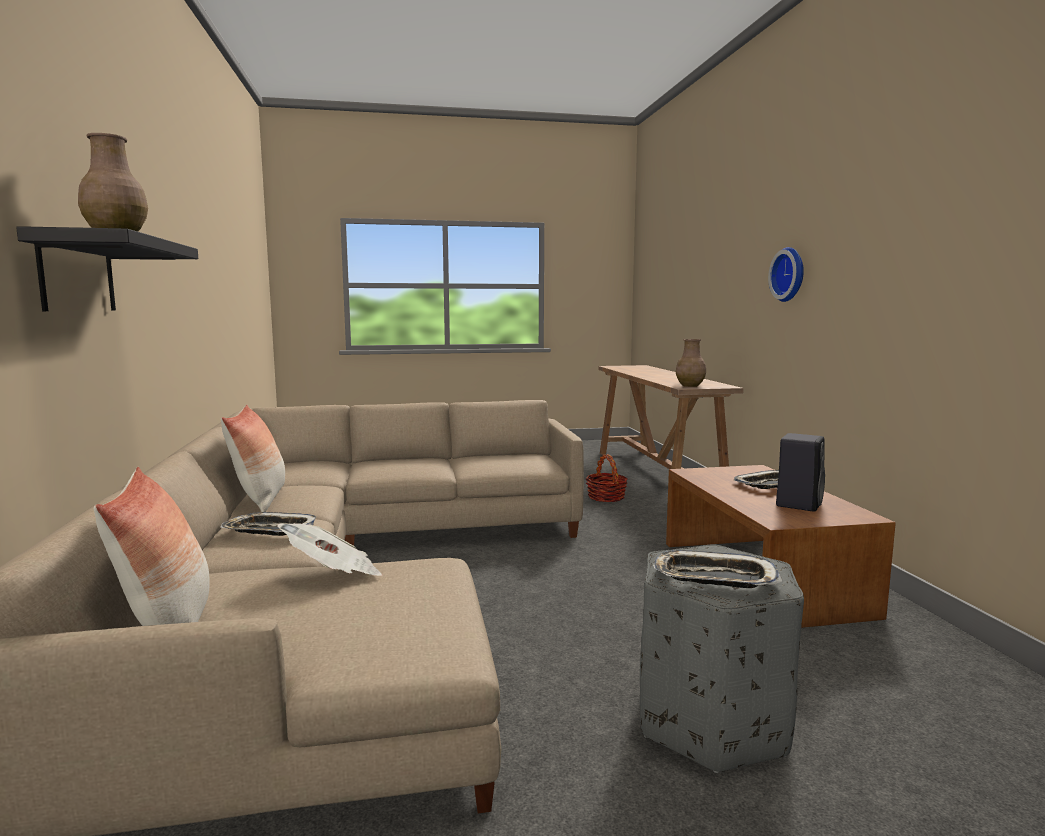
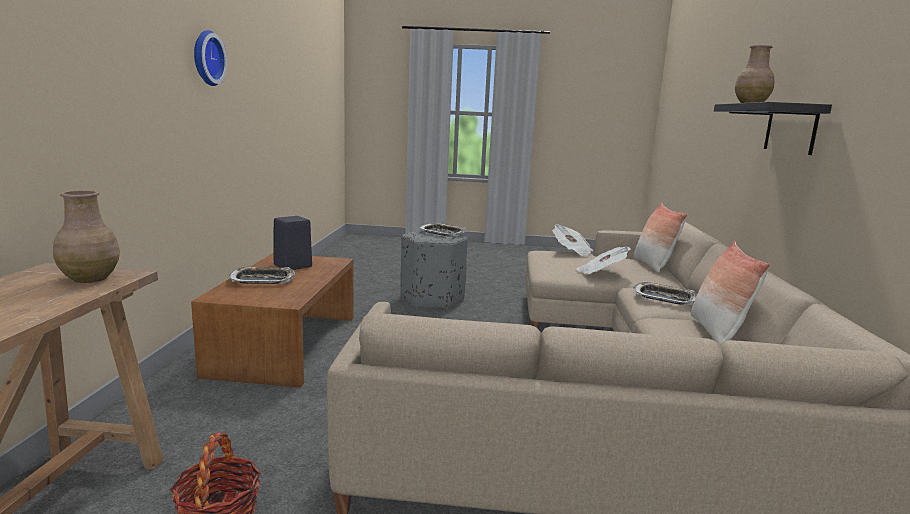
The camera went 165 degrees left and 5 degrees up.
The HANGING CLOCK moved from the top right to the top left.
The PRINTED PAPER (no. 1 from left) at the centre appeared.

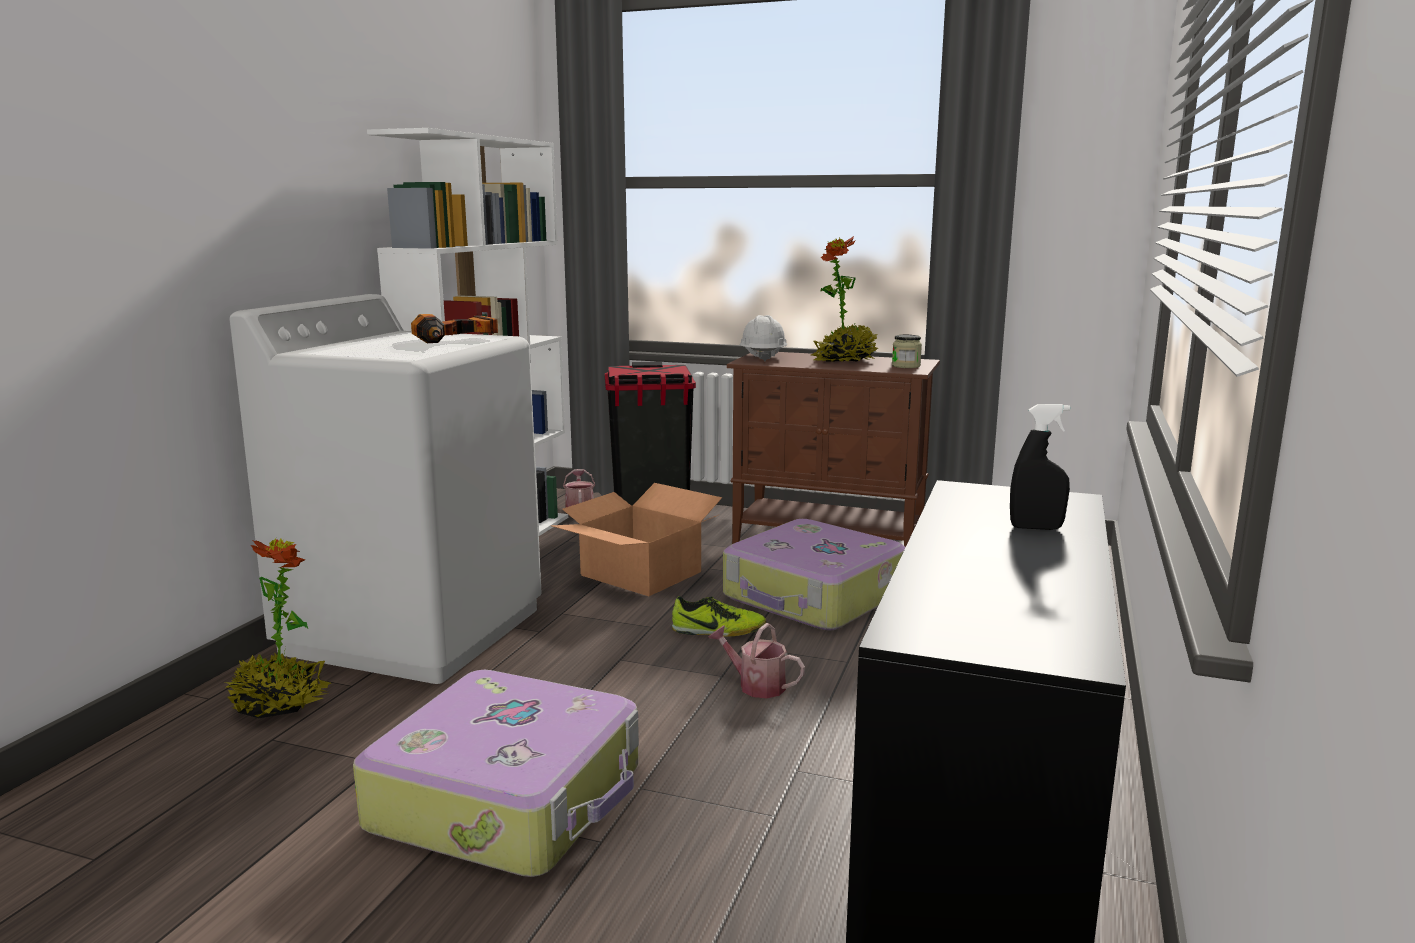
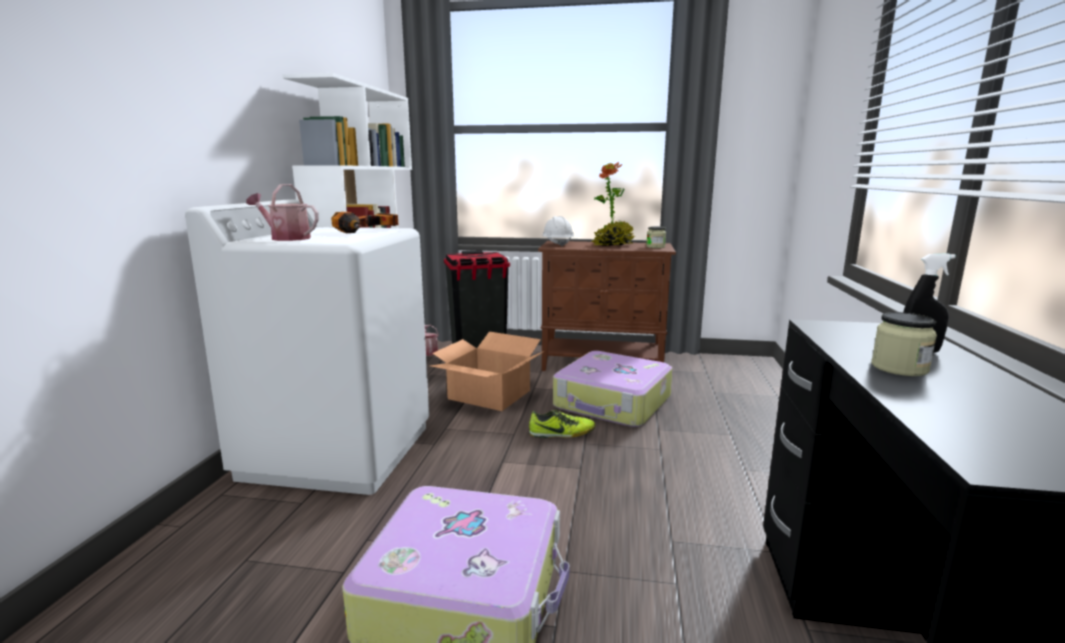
The camera went 10 degrees left and 0 degrees up.
The WATERING POT (no. 2 from left in the first image) moved from the bottom centre to the top left.
The JAR (no. 2 from left) at the middle right appeared.
The HOUSEPLANT (no. 1 from left) at the middle left disappeared.

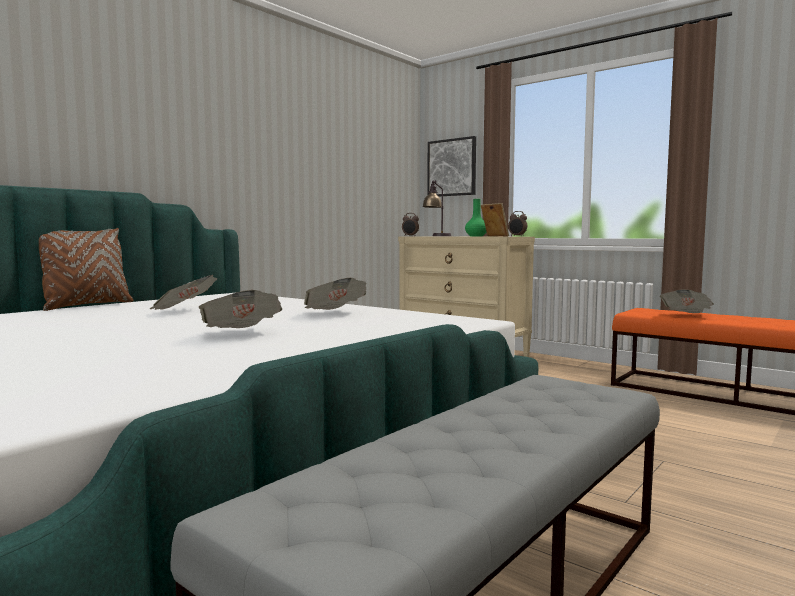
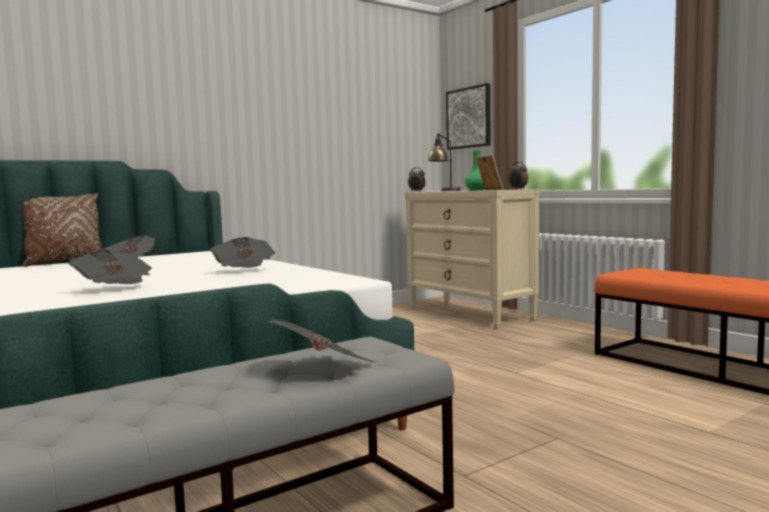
The camera went 15 degrees right and 0 degrees up.
The PRINTED PAPER (no. 4 from left) moved from the middle right to the centre.

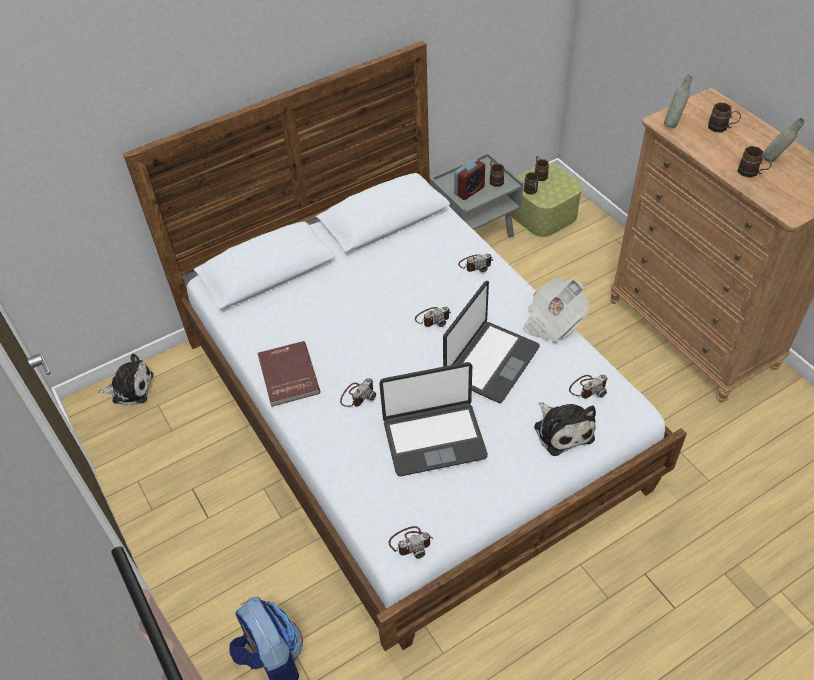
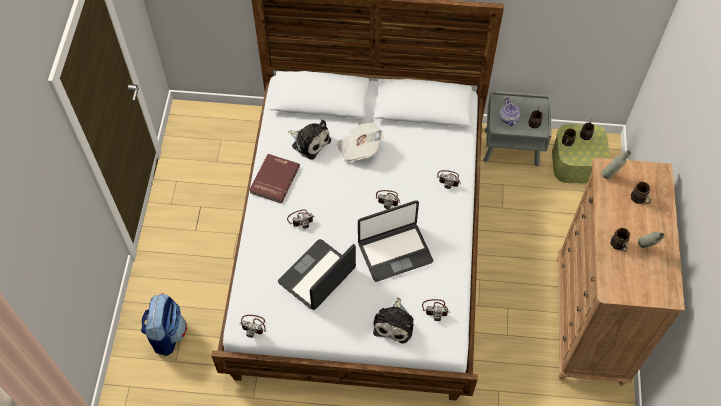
The camera went 35 degrees right and 10 degrees up.
The PORTABLE COMPUTER (no. 1 from left) at the centre turned 105 degrees clockwise.
The CUDDLY TOY (no. 1 from left) moved from the middle left to the centre.
The PRINTED PAPER moved from the middle right to the centre.
The ALARM CLOCK at the top centre was replaced by the POT FOR TEA at the top right.

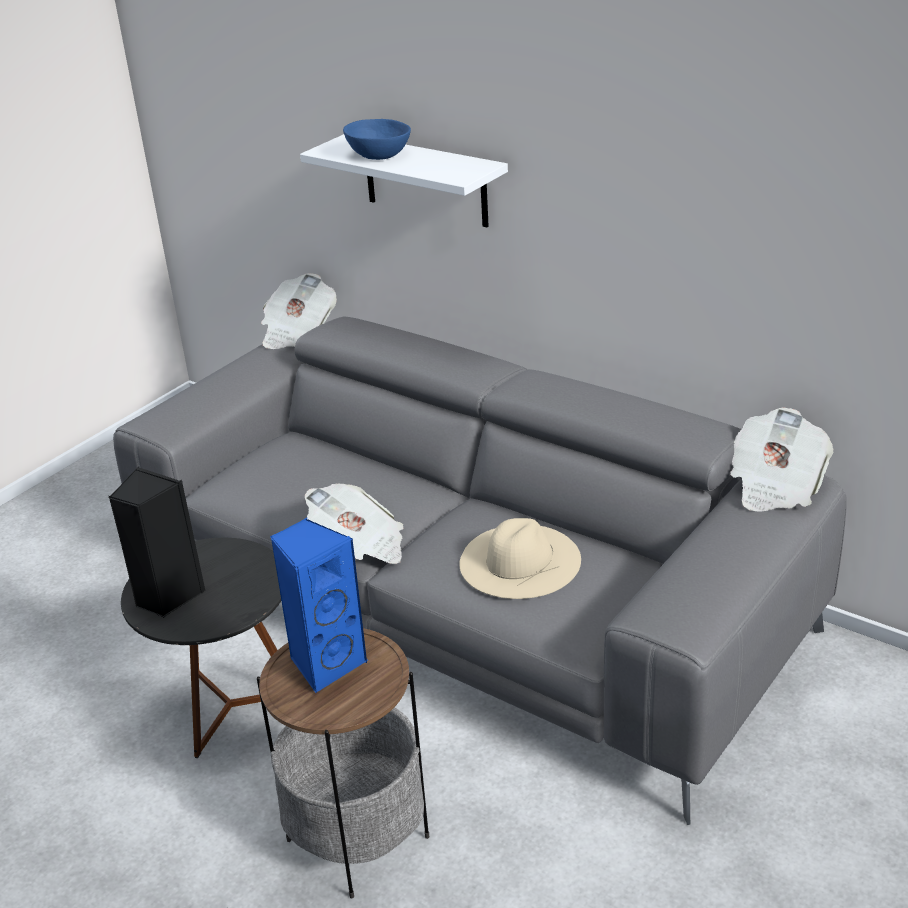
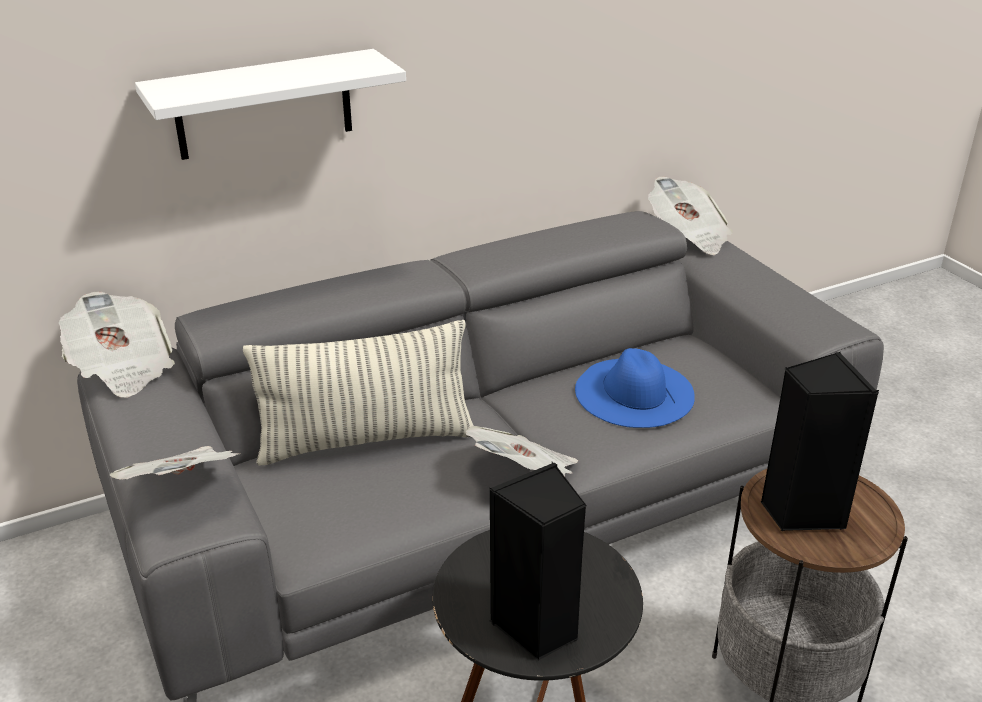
The camera went 65 degrees left and 0 degrees up.
The PRINTED PAPER (no. 2 from left) at the middle left appeared.
The THROW PILLOW at the centre appeared.
The BEIGE-COLOURED WEARABLE HAT at the centre became the BLUISH WEARABLE HAT at the centre.
The BLUISH LOUDSPEAKER at the centre became the BLACK LOUDSPEAKER (no. 2 from left) at the middle right.
The BLUISH SERVING BOWL at the top centre disappeared.

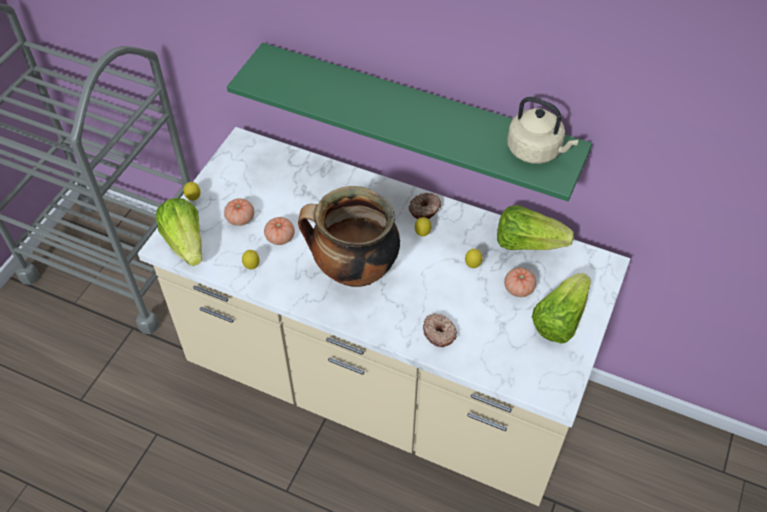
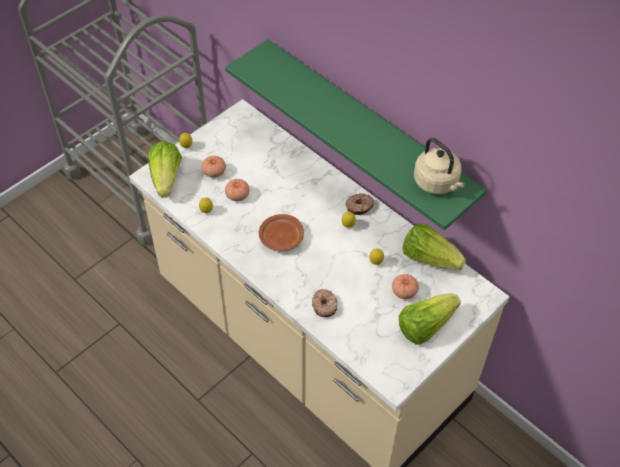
The camera went 20 degrees right and 0 degrees up.
The COOKING POT at the centre was replaced by the BROWNISH PLATE at the centre.

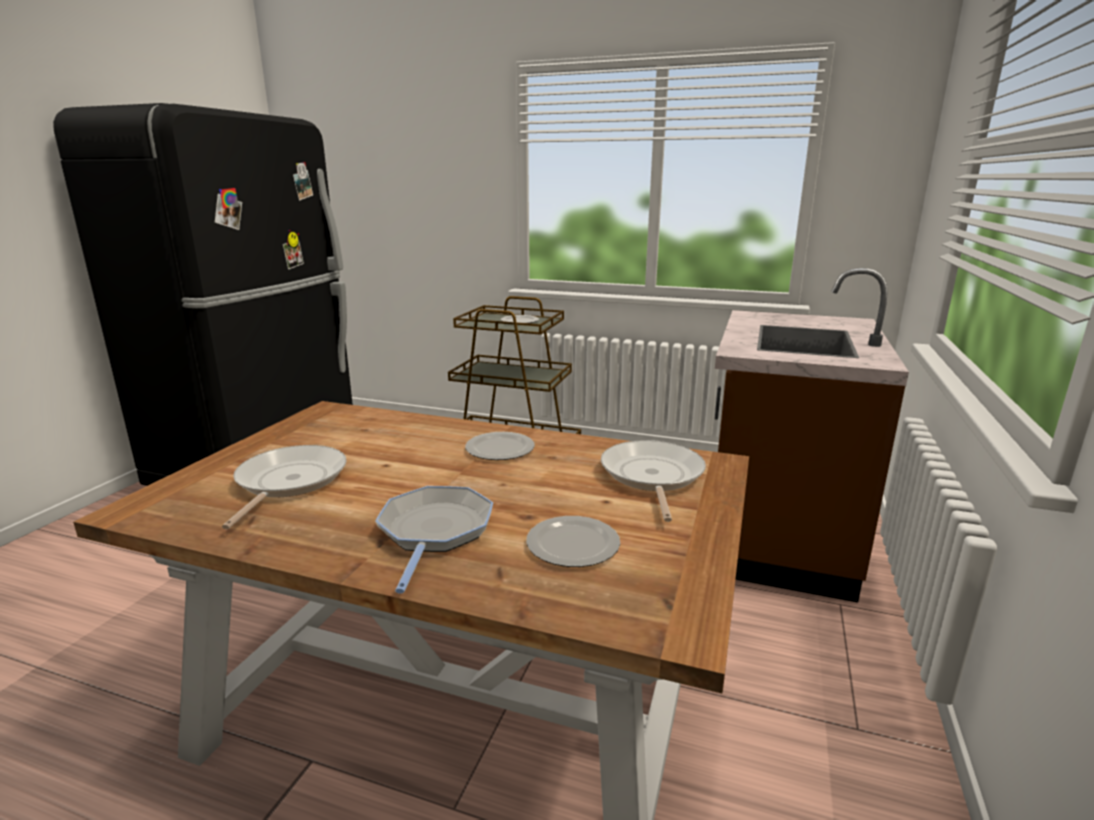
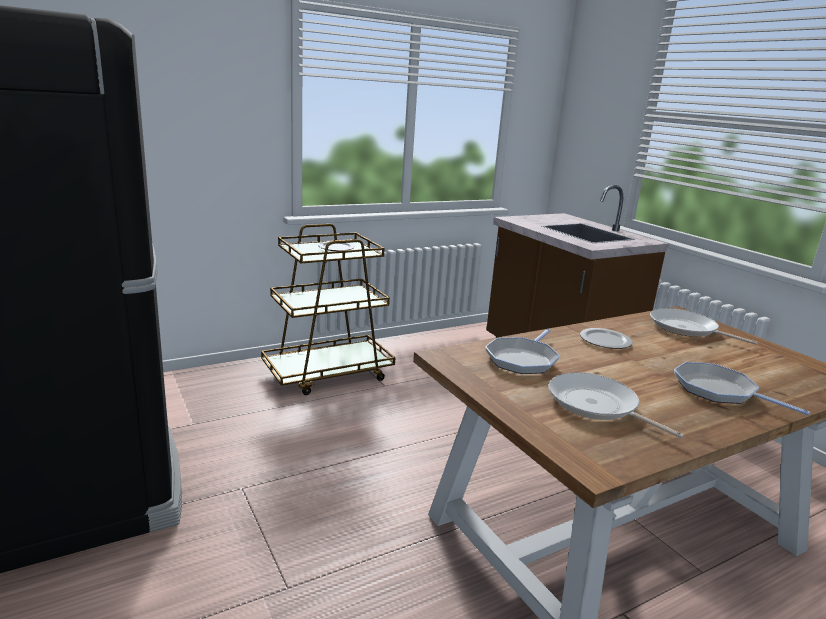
The camera went 50 degrees left and 0 degrees up.
The SKILLET (no. 1 from left) at the centre appeared.
The PLATE (no. 3 from left) at the centre disappeared.

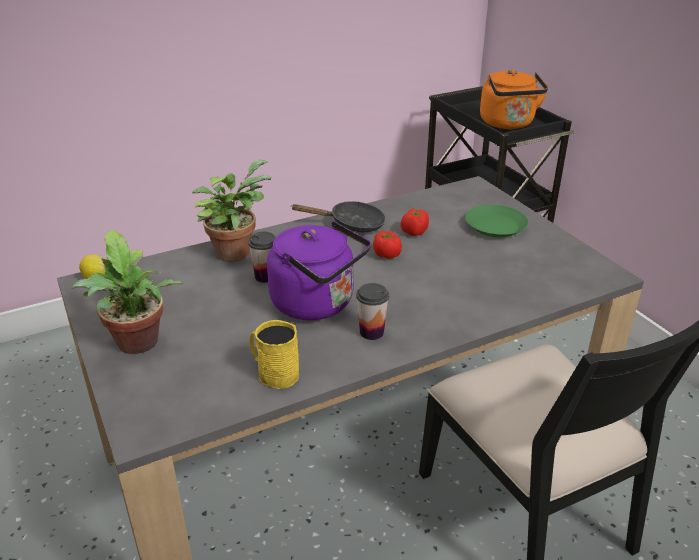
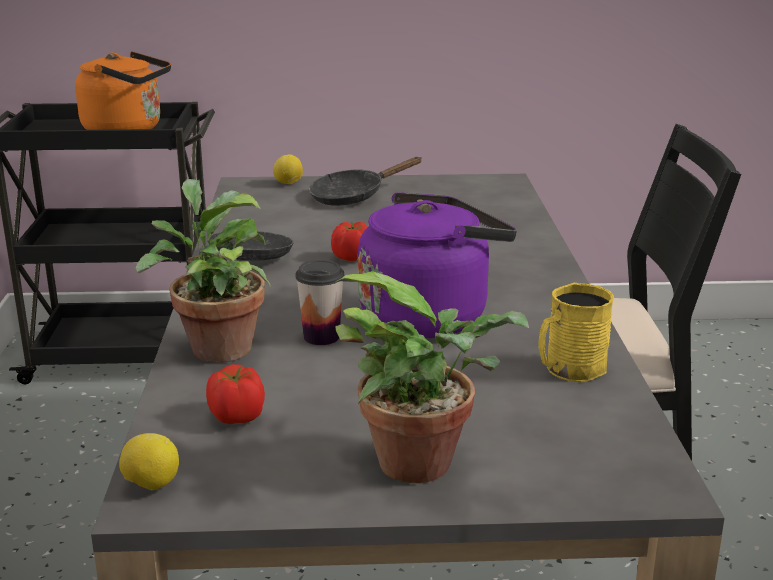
The camera went 65 degrees left and 10 degrees down.
The FRESH TOMATO (no. 2 from left in the first image) moved from the centre to the bottom left.
The WHOLE LEMON (no. 2 from left) at the top centre appeared.
The GREENISH PLATE at the middle right was replaced by the BLACK SKILLET (no. 2 from left) at the top centre.
The CUP (no. 2 from left) at the centre disappeared.

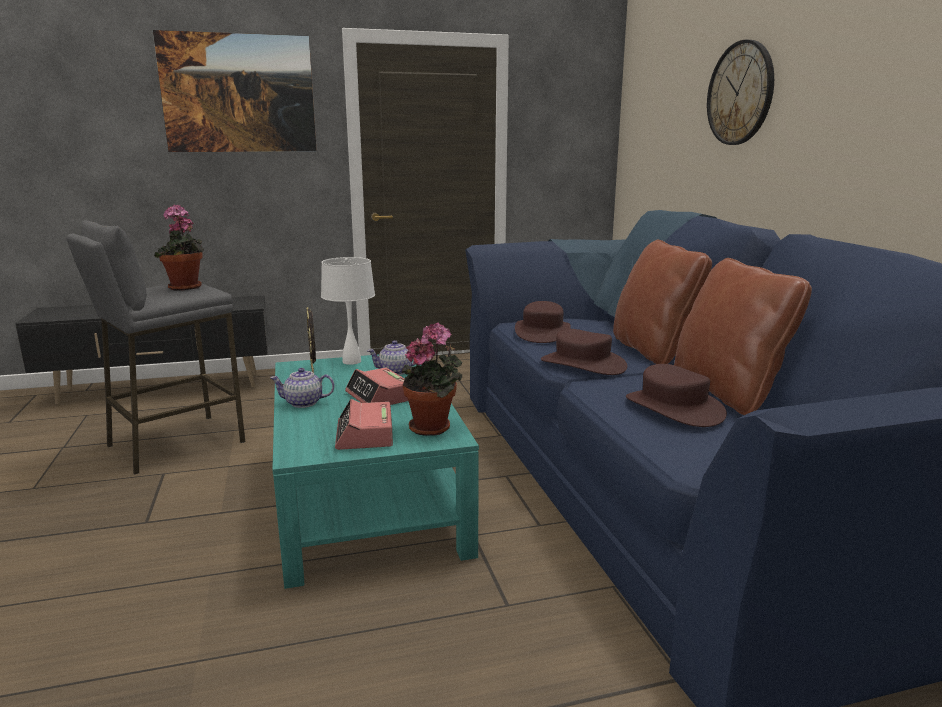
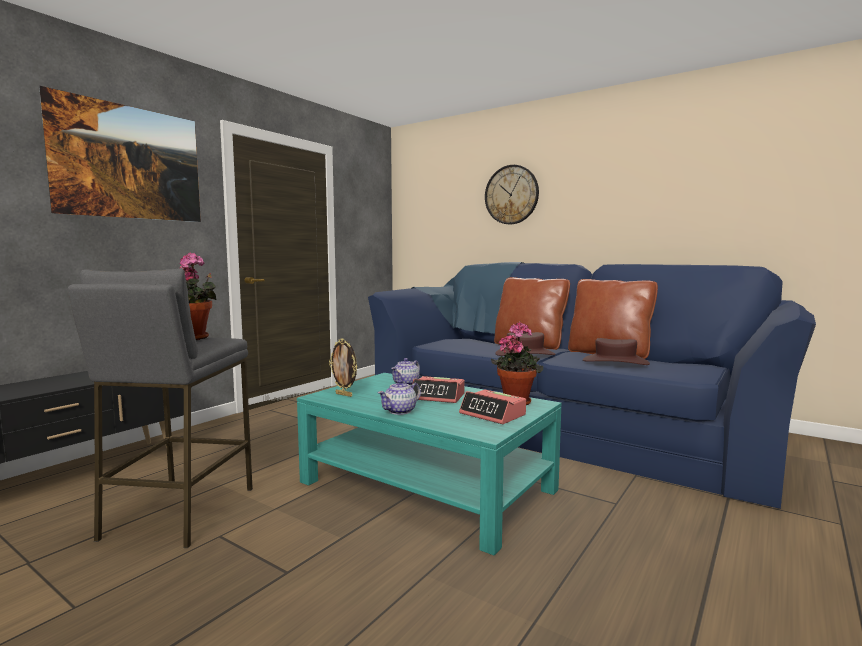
The camera went 40 degrees left and 10 degrees down.
The WHITE TABLETOP LAMP at the centre disappeared.
The BROWNISH WEARABLE HAT (no. 1 from left) at the centre disappeared.

